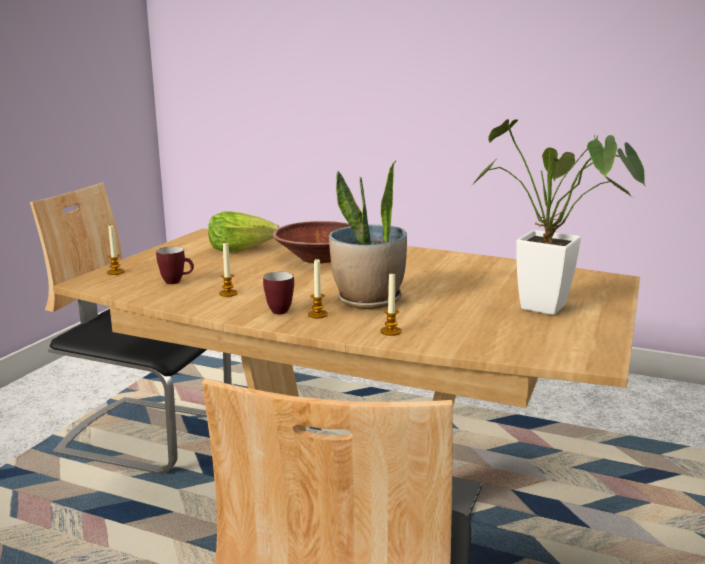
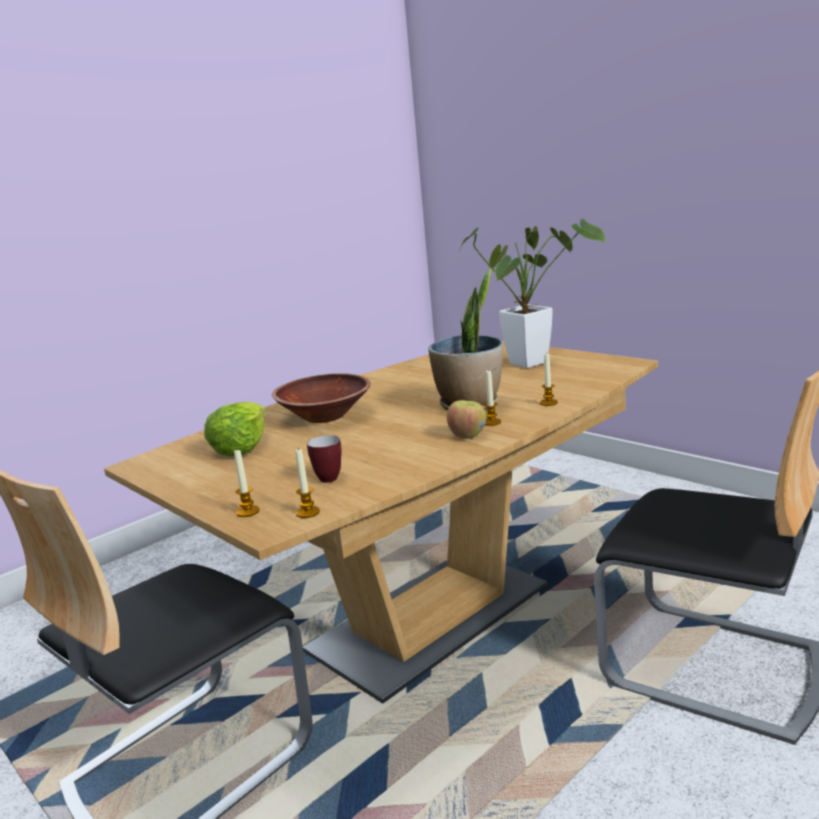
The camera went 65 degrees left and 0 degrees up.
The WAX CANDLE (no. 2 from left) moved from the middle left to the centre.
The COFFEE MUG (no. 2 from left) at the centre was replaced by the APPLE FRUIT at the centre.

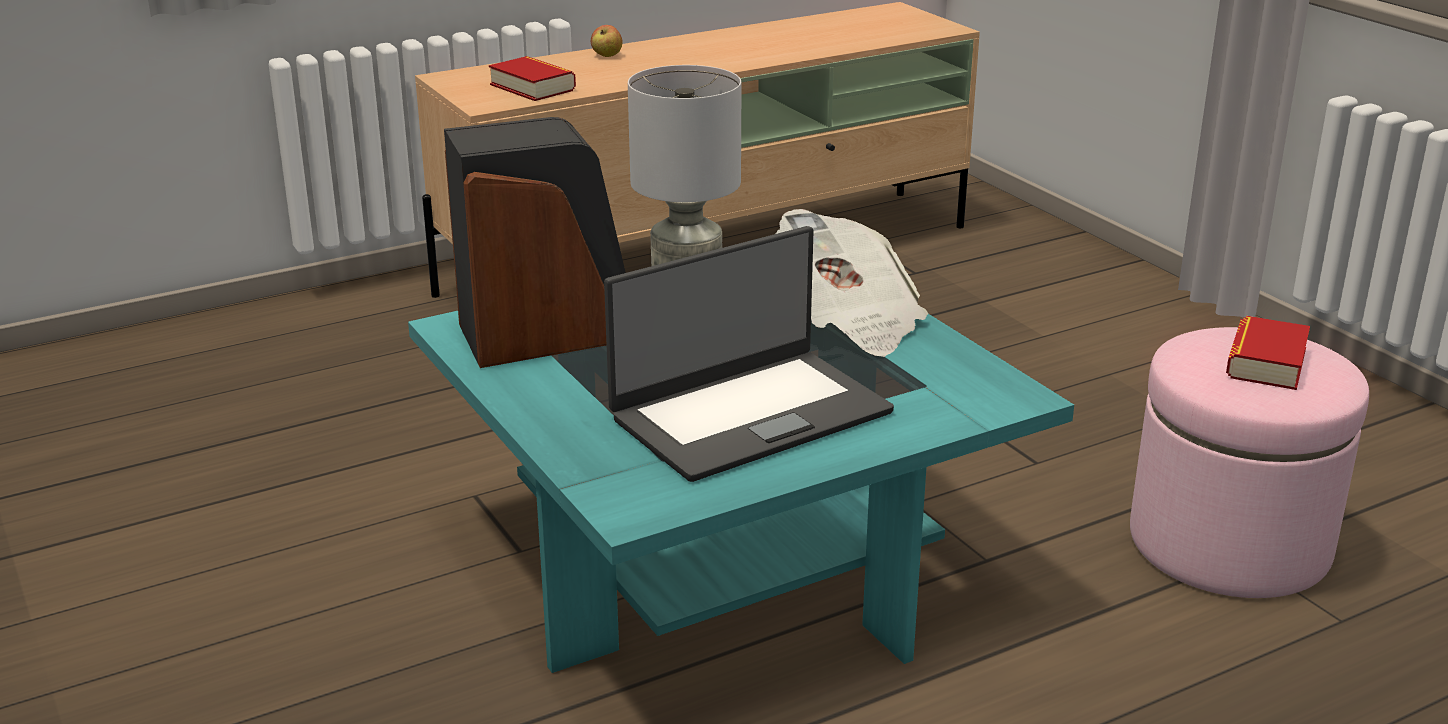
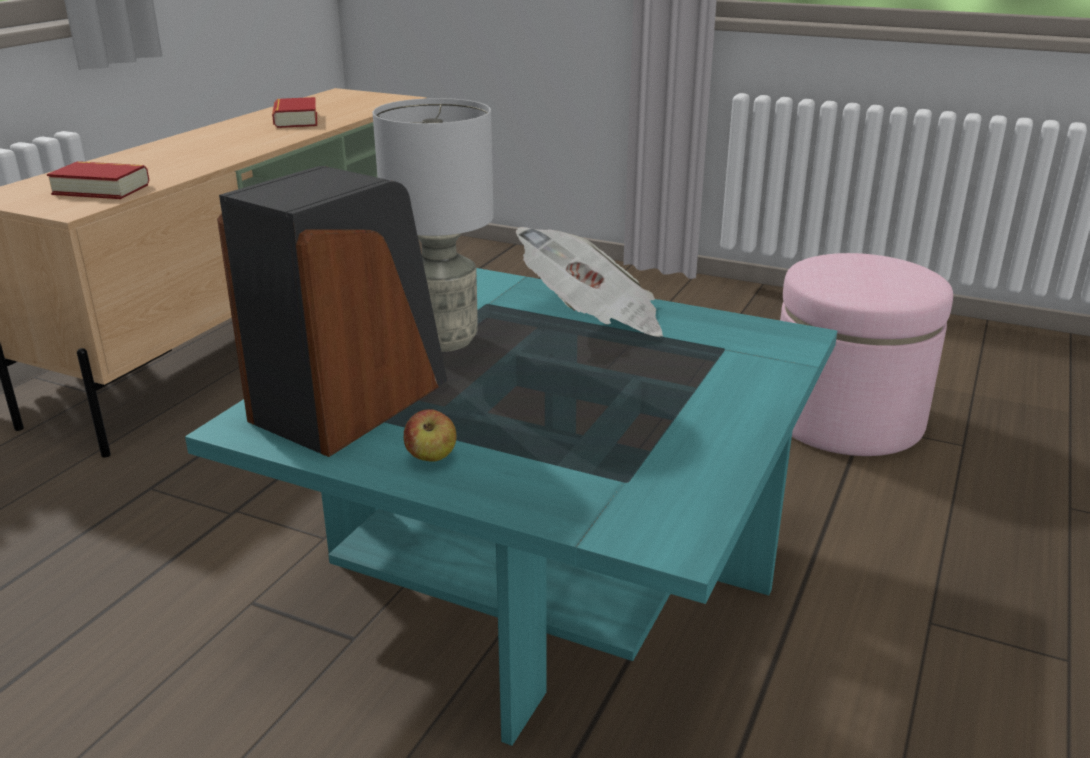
The camera went 35 degrees left and 0 degrees up.
The VOLUME (no. 2 from left) moved from the middle right to the top left.
The APPLE FRUIT moved from the top centre to the centre.
The PORTABLE COMPUTER at the centre disappeared.

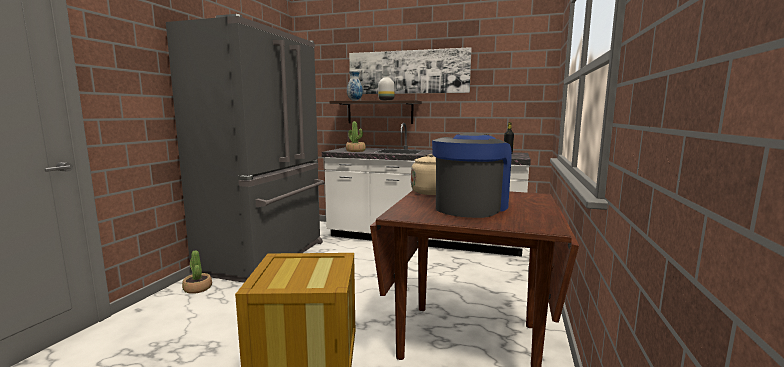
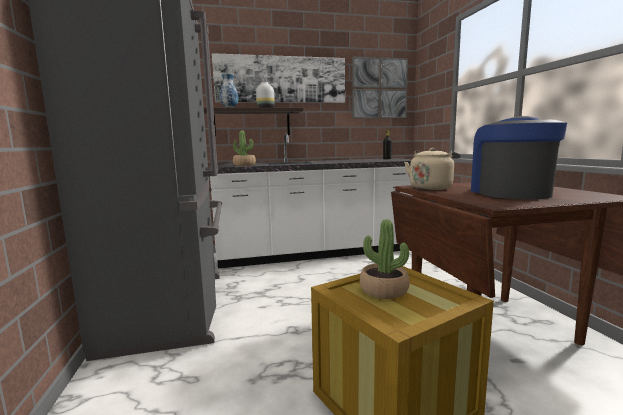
The camera went 30 degrees left and 0 degrees up.
The PICTURE (no. 2 from left) at the top centre appeared.
The HOUSEPLANT (no. 1 from left in the first image) moved from the bottom left to the centre.

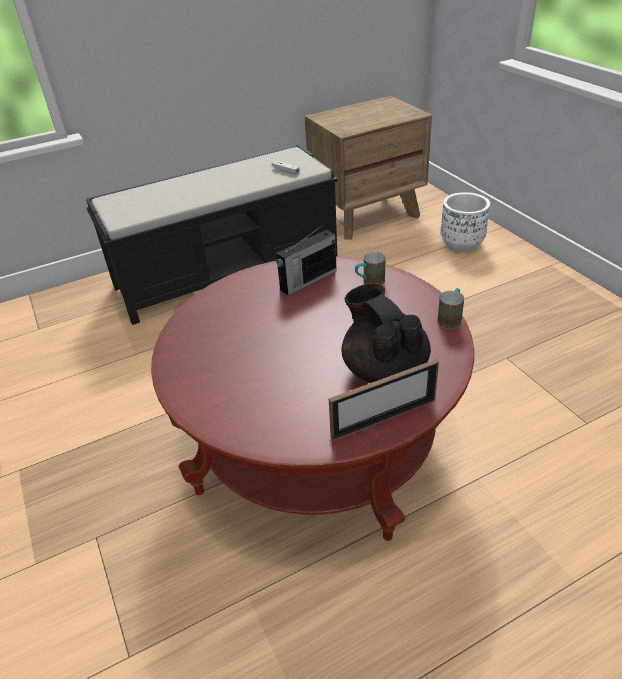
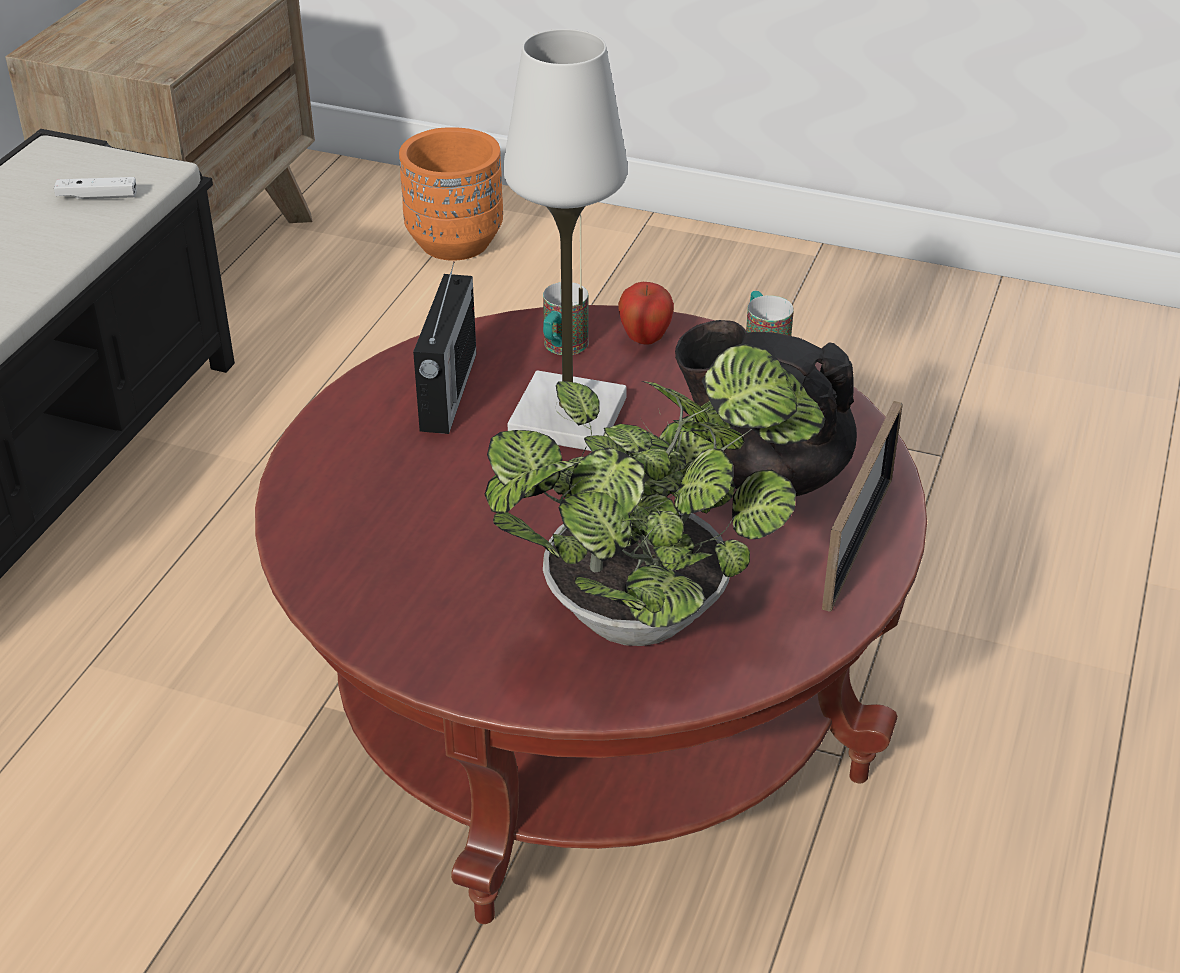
The camera went 45 degrees left and 0 degrees up.
The WHITE PLANT POT at the top right became the ORANGE PLANT POT at the top centre.
The HOUSEPLANT at the centre appeared.
The WHITE TABLETOP LAMP at the top centre appeared.
The APPLE FRUIT at the top centre appeared.

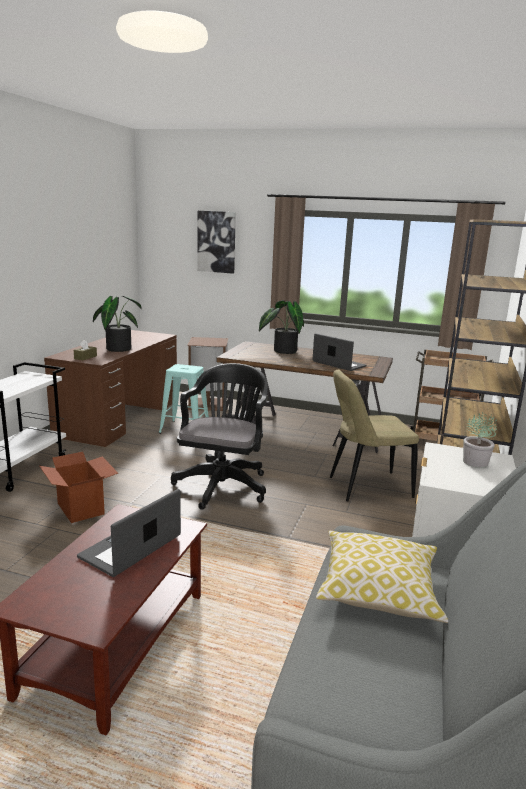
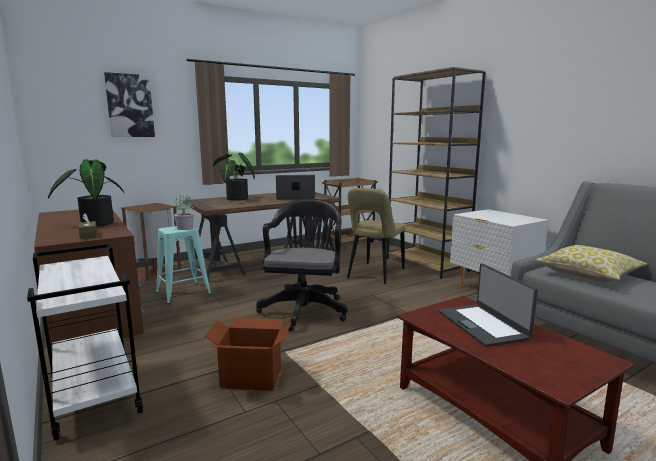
The camera went 50 degrees left and 5 degrees down.
The HOUSEPLANT (no. 3 from left in the first image) moved from the middle right to the middle left.
The BLACK COMPUTER CHAIR at the centre turned 45 degrees clockwise.

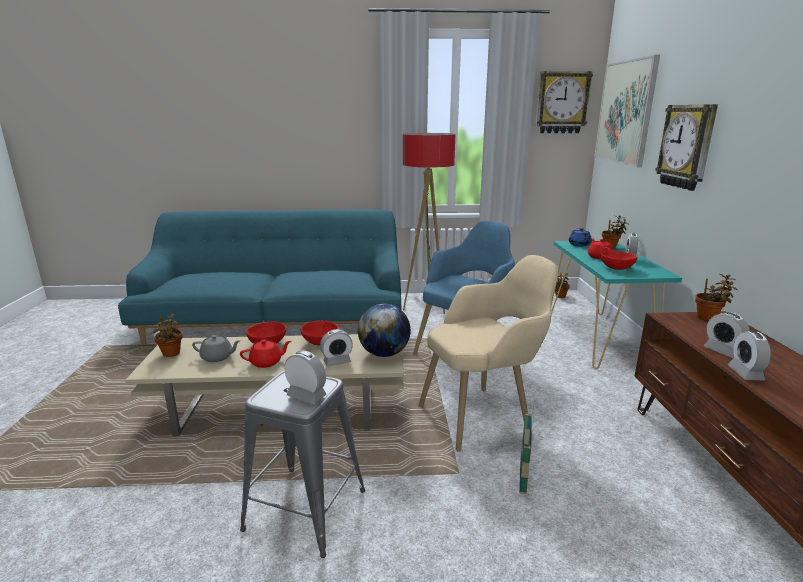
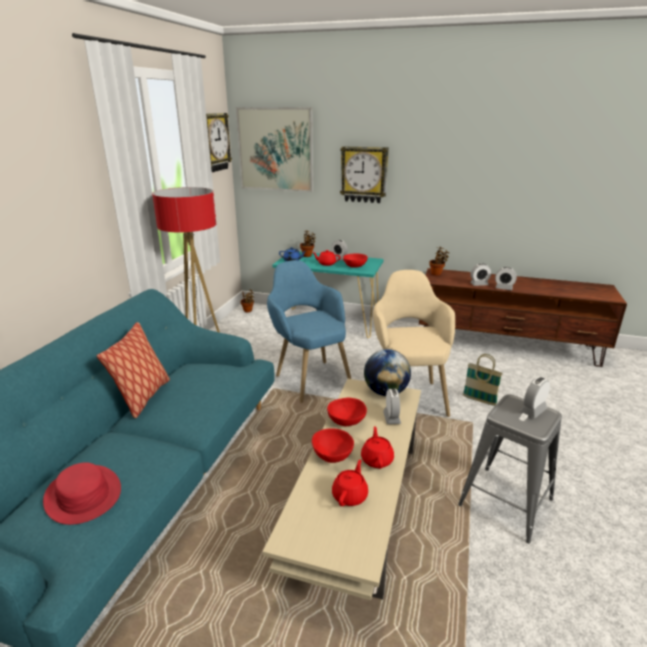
The camera went 70 degrees left and 5 degrees up.
The RED WEARABLE HAT at the bottom left appeared.
The THROW PILLOW at the middle left appeared.
The GREY POT FOR TEA at the middle left became the RED POT FOR TEA (no. 2 from left) at the bottom centre.
The HOUSEPLANT (no. 1 from left) at the middle left disappeared.

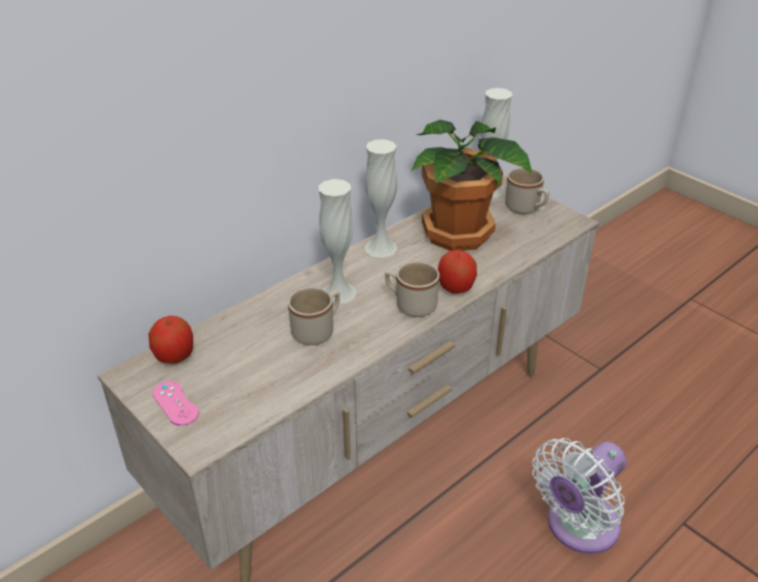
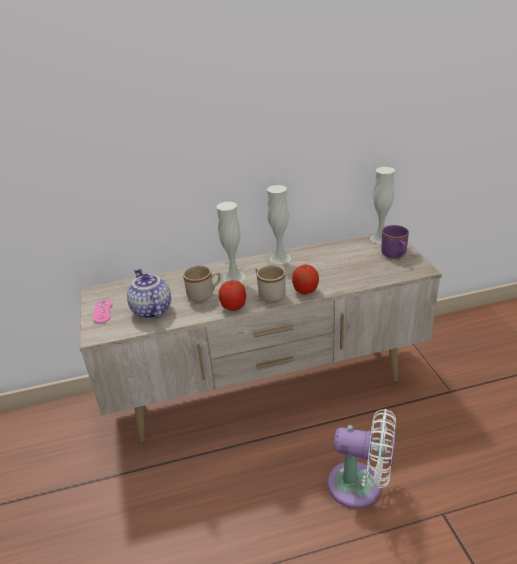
The camera went 30 degrees right and 5 degrees down.
The POT FOR TEA at the middle left appeared.
The APPLE FRUIT (no. 1 from left) moved from the middle left to the centre.
The WHITE ELECTRIC FAN at the bottom right turned 150 degrees counterclockwise.
The BEIGE-COLOURED COFFEE MUG (no. 3 from left) at the top right became the PURPLE COFFEE MUG at the middle right.
The HOUSEPLANT at the top centre disappeared.

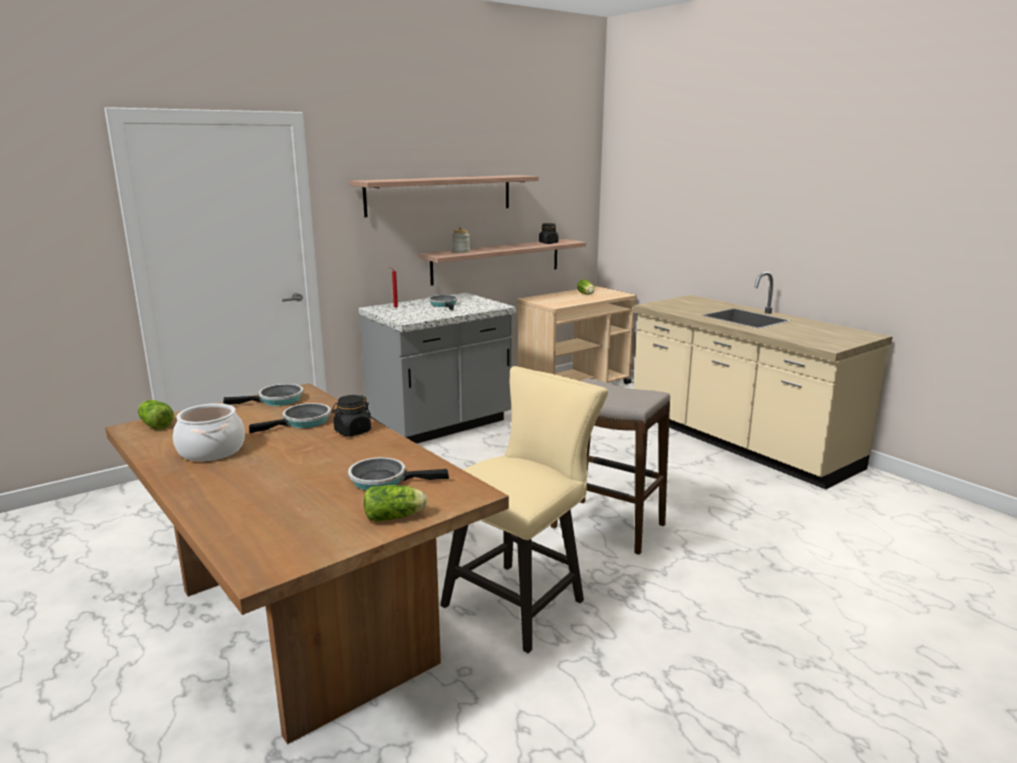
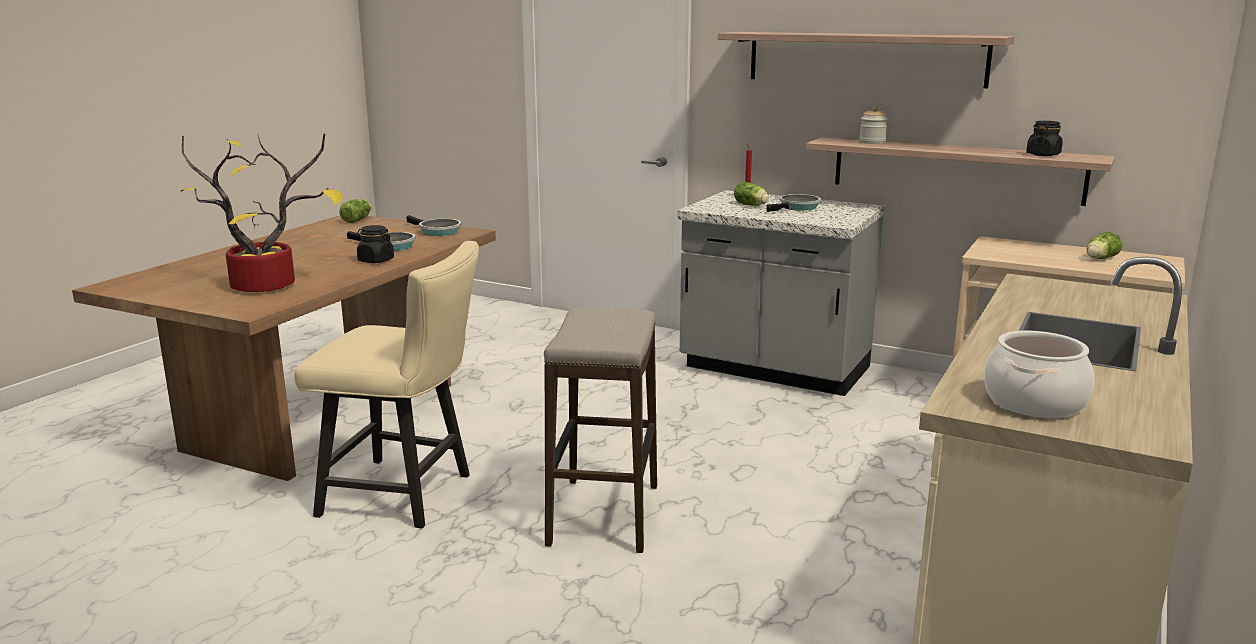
The camera went 65 degrees right and 0 degrees up.
The SKILLET (no. 3 from left) at the centre was replaced by the HOUSEPLANT at the top left.
The LETTUCE HEAD (no. 2 from left) moved from the centre to the top centre.
The COOKING POT moved from the middle left to the middle right.

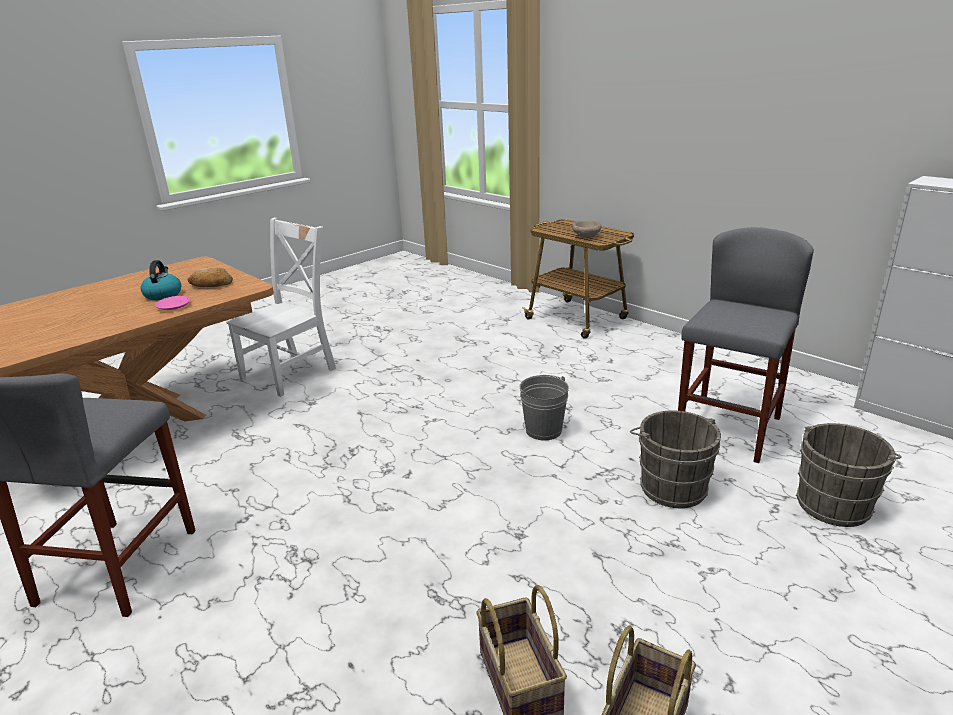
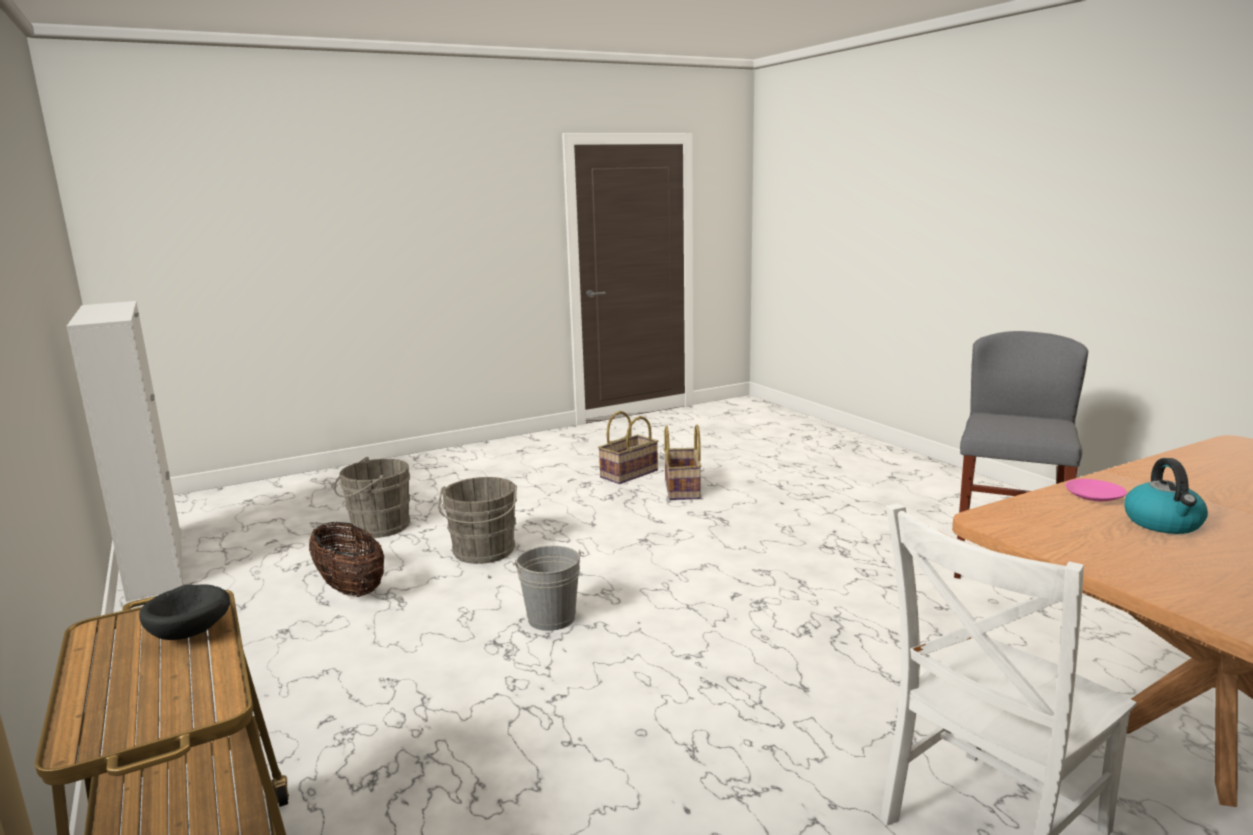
The camera went 165 degrees left and 10 degrees down.
The BEIGE-COLOURED SERVING BOWL at the top centre became the BLACK SERVING BOWL at the bottom left.
The GREY SITTING STOOL (no. 2 from left) at the middle right was replaced by the HOUSEHOLD BASKET (no. 1 from left) at the bottom left.
The BAKED BREAD at the middle left disappeared.

